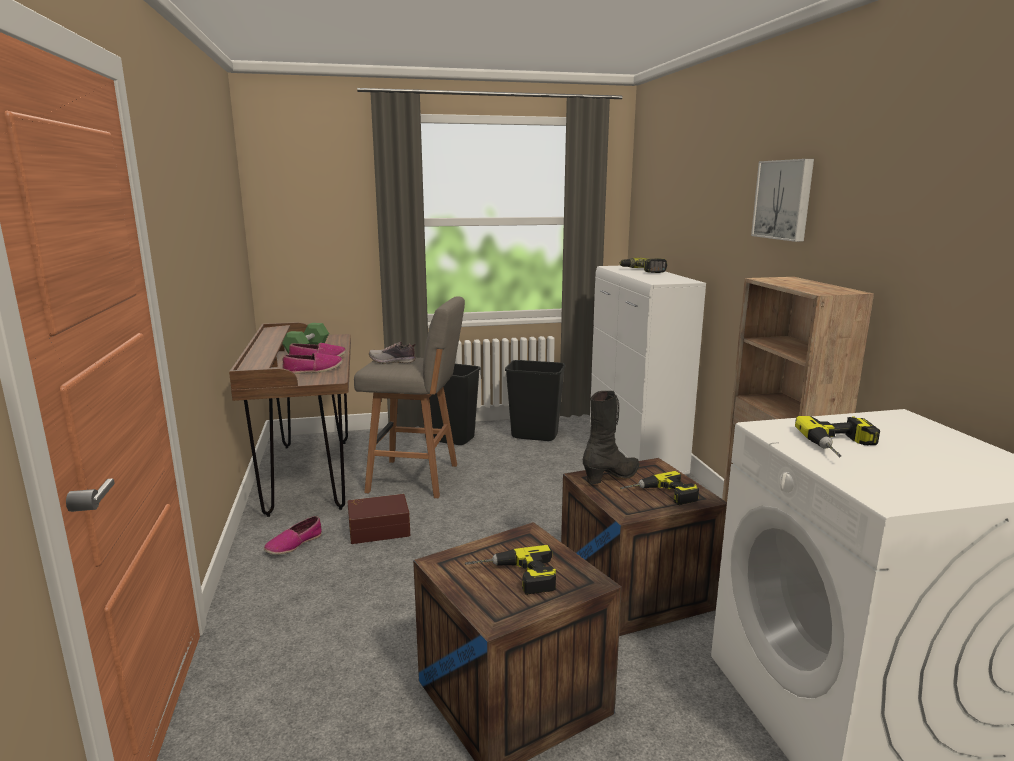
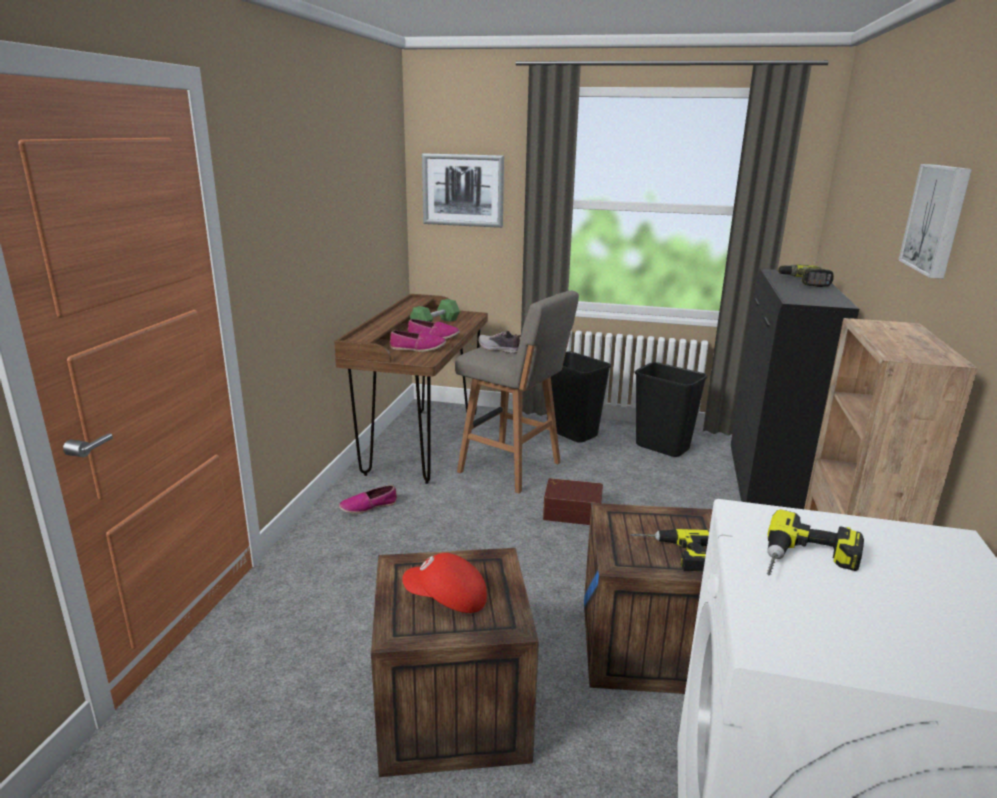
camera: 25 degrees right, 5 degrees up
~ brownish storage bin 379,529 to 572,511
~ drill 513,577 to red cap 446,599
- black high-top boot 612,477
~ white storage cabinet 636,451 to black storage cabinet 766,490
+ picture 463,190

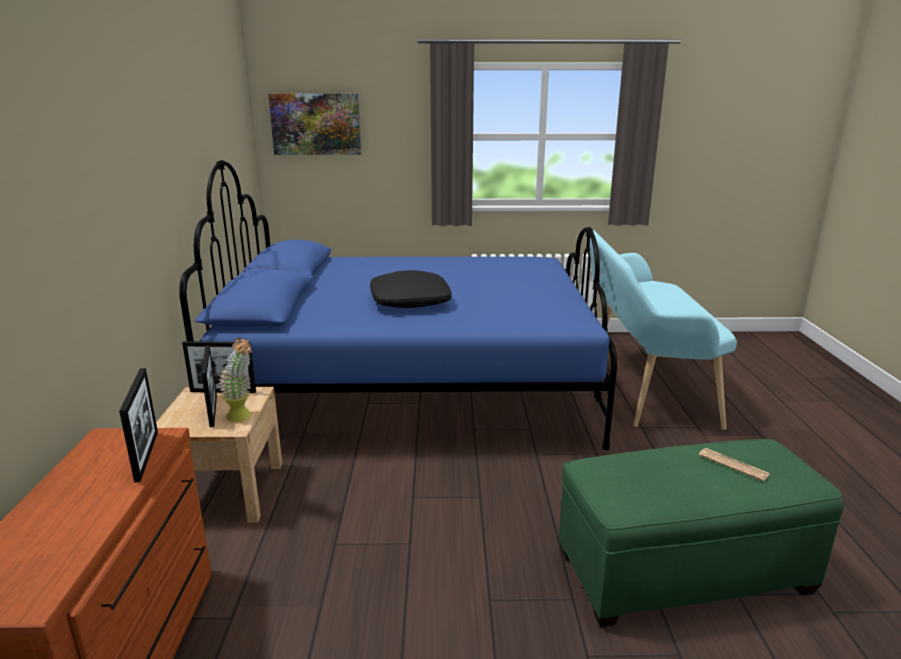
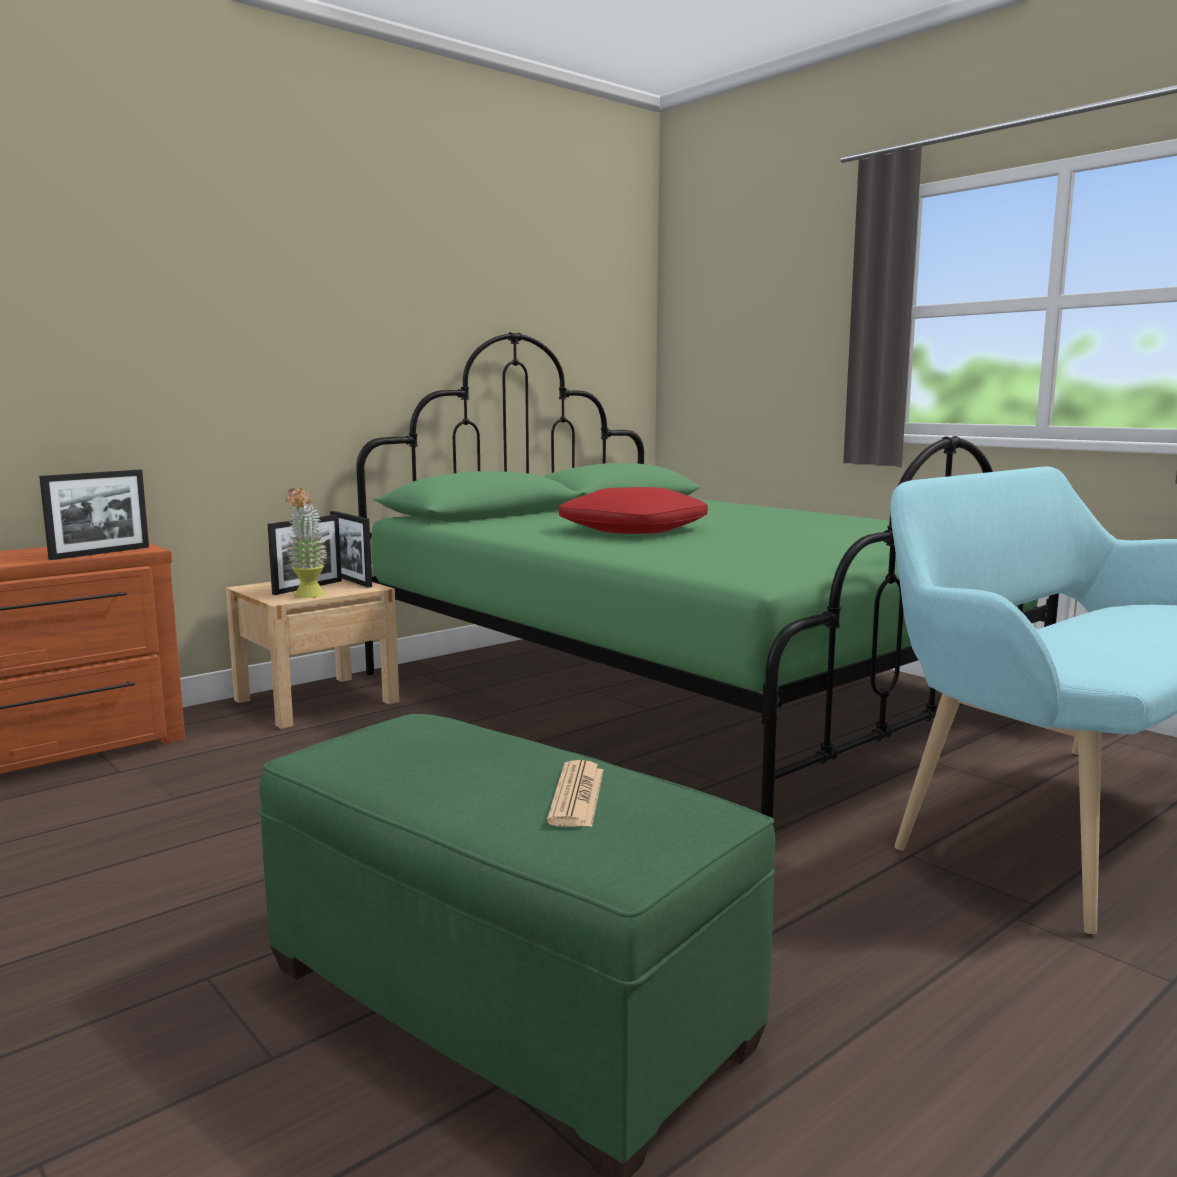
camera: 50 degrees right, 10 degrees down
~ blue-coloured sleeping bed 413,386 to greenish sleeping bed 682,694
- picture 316,124
~ black pillow 409,301 to red pillow 633,529

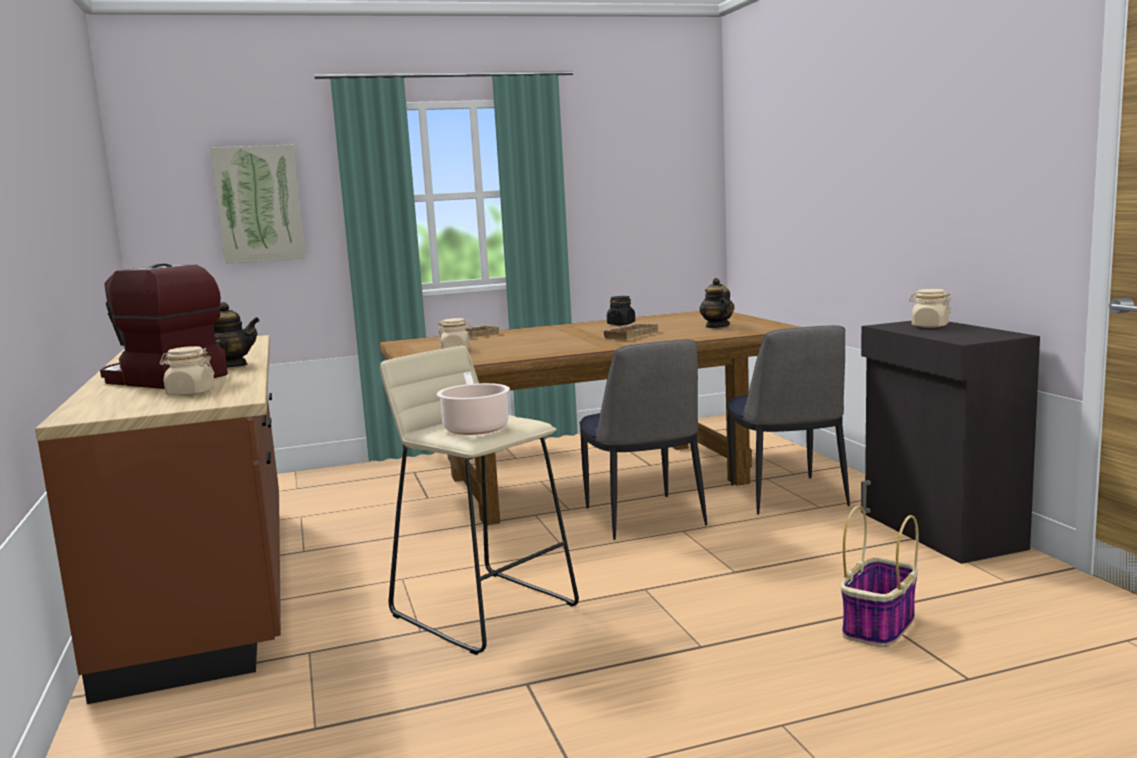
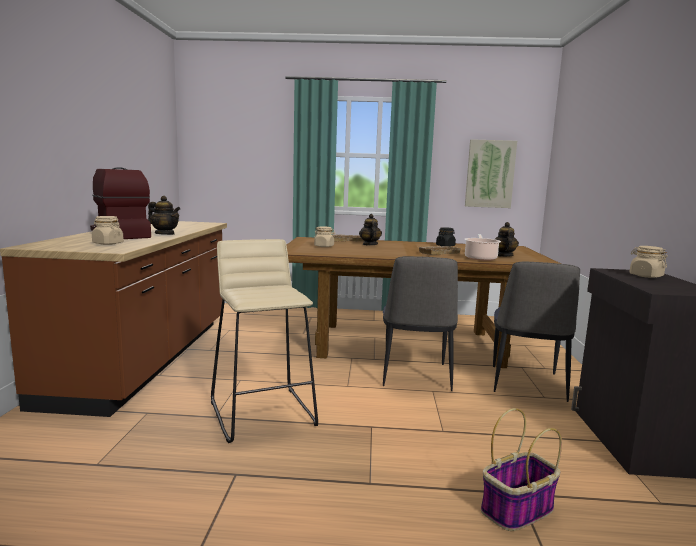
camera: 20 degrees right, 0 degrees up
~ picture 259,204 to 490,174
~ stockpot 475,427 to 480,258
+ teapot 369,244

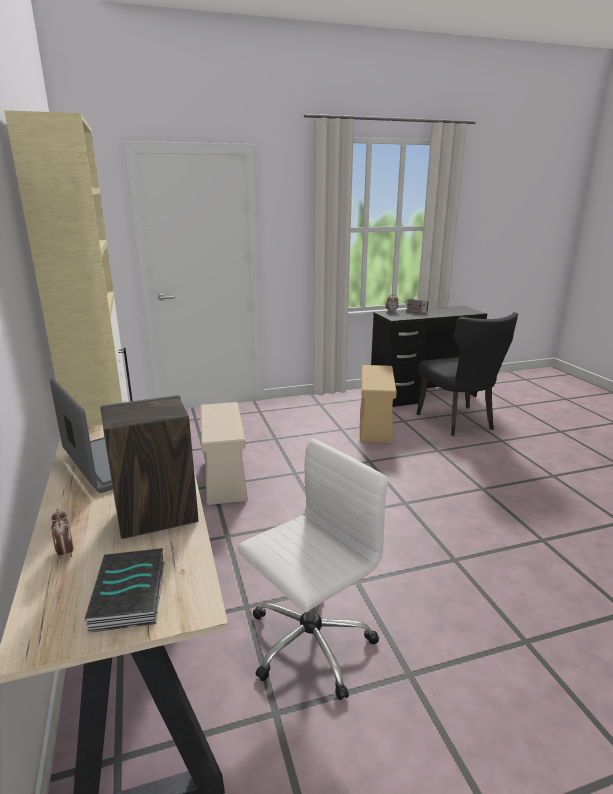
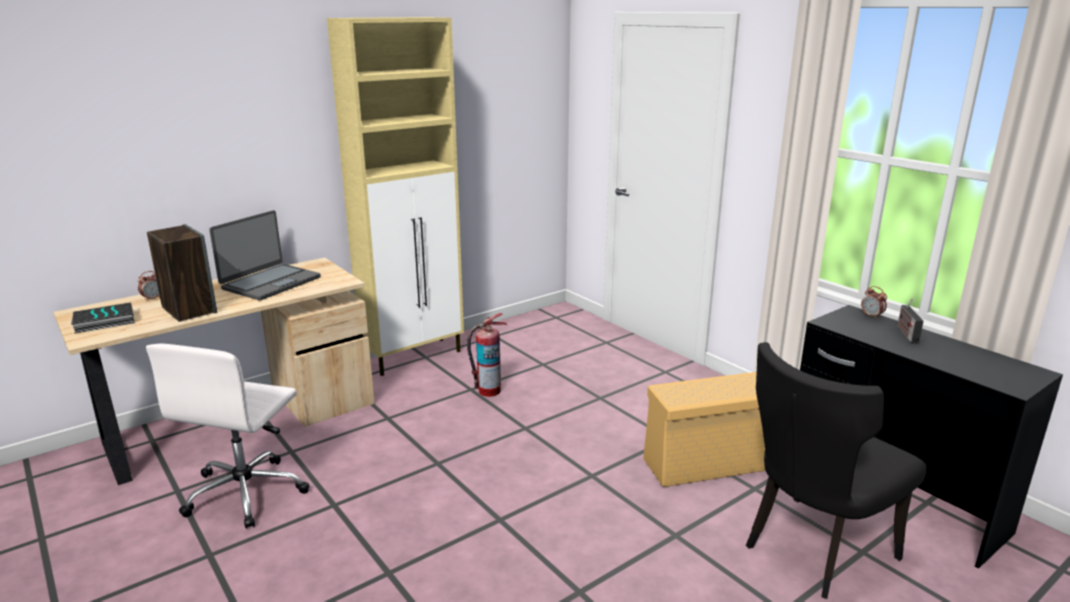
camera: 70 degrees right, 0 degrees up
~ beige-coloured storage bin 224,478 to extinguisher 488,391
~ white computer chair 308,644 = 247,492 75 degrees clockwise

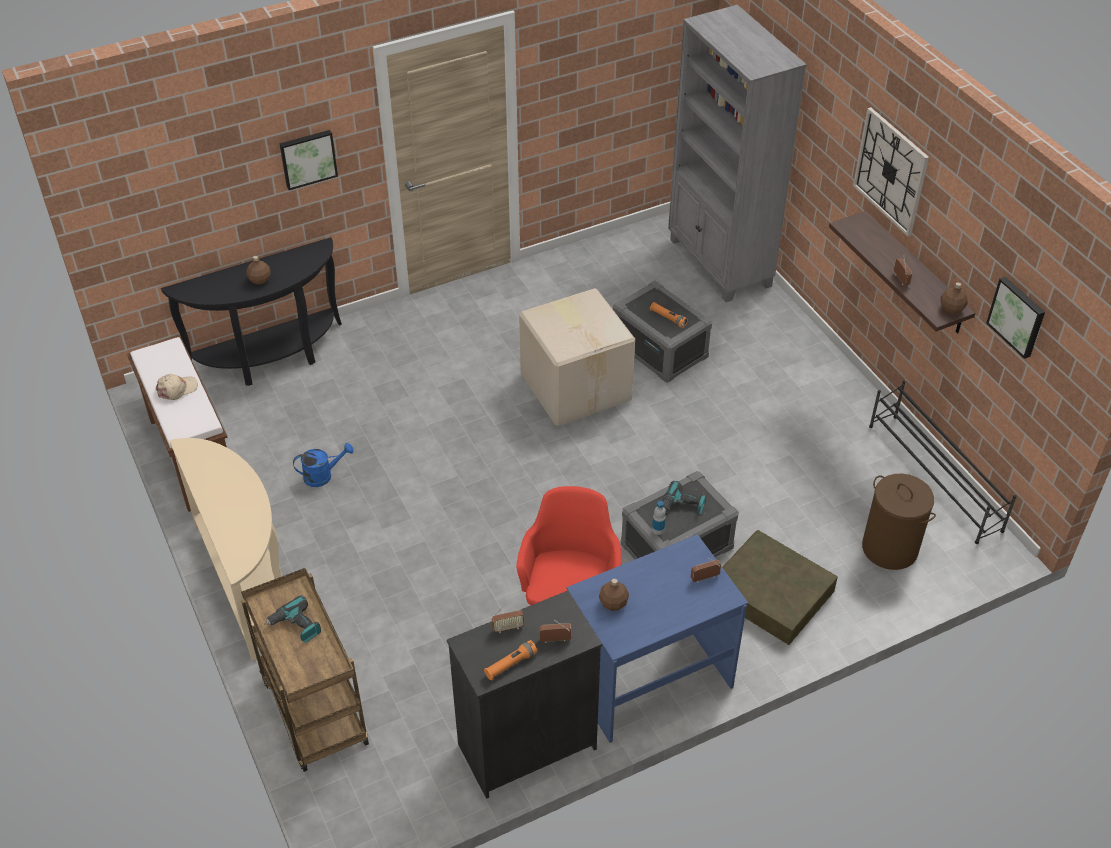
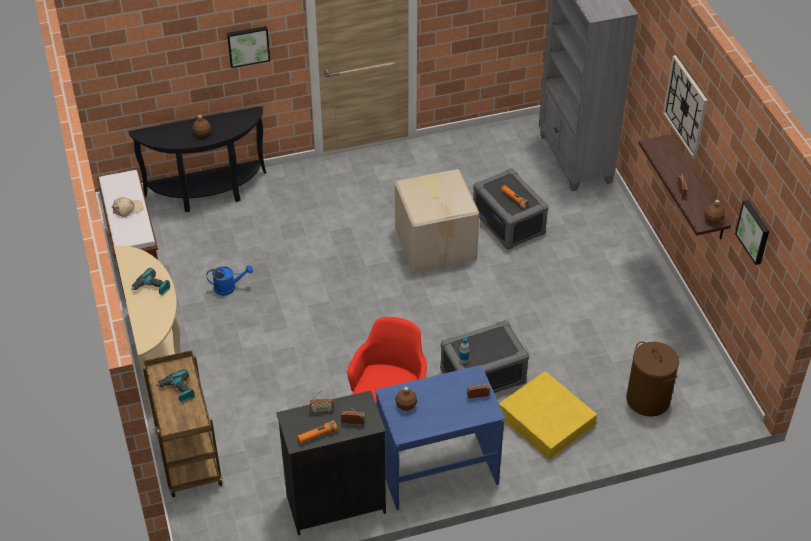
camera: 10 degrees right, 0 degrees up
~ drill 682,506 to 152,287
~ brownish storage bin 771,593 to yellow storage bin 546,420
- black shoe shelf 934,478

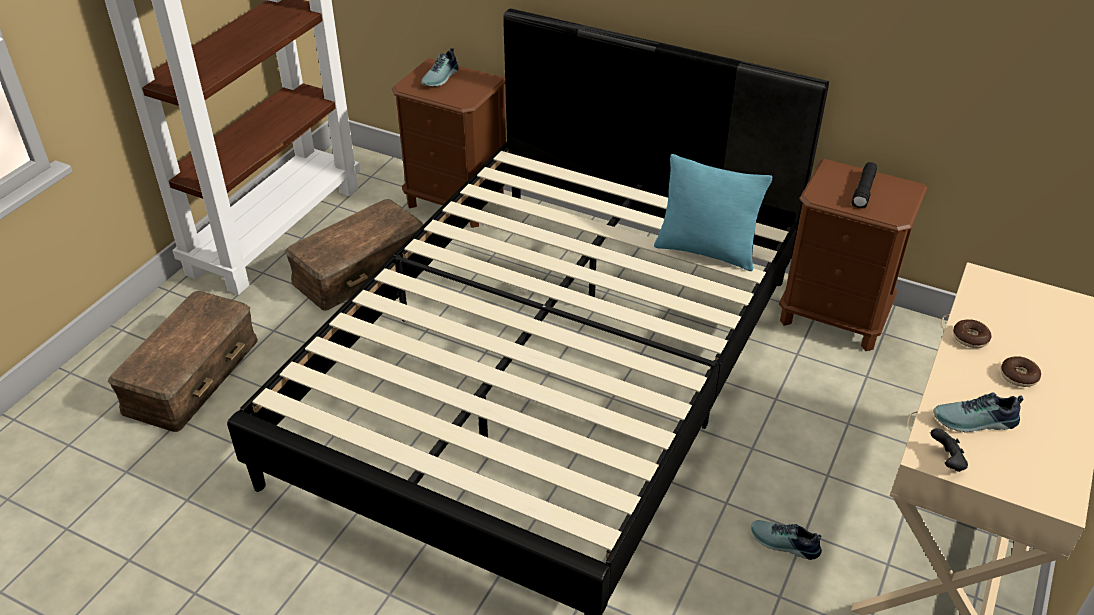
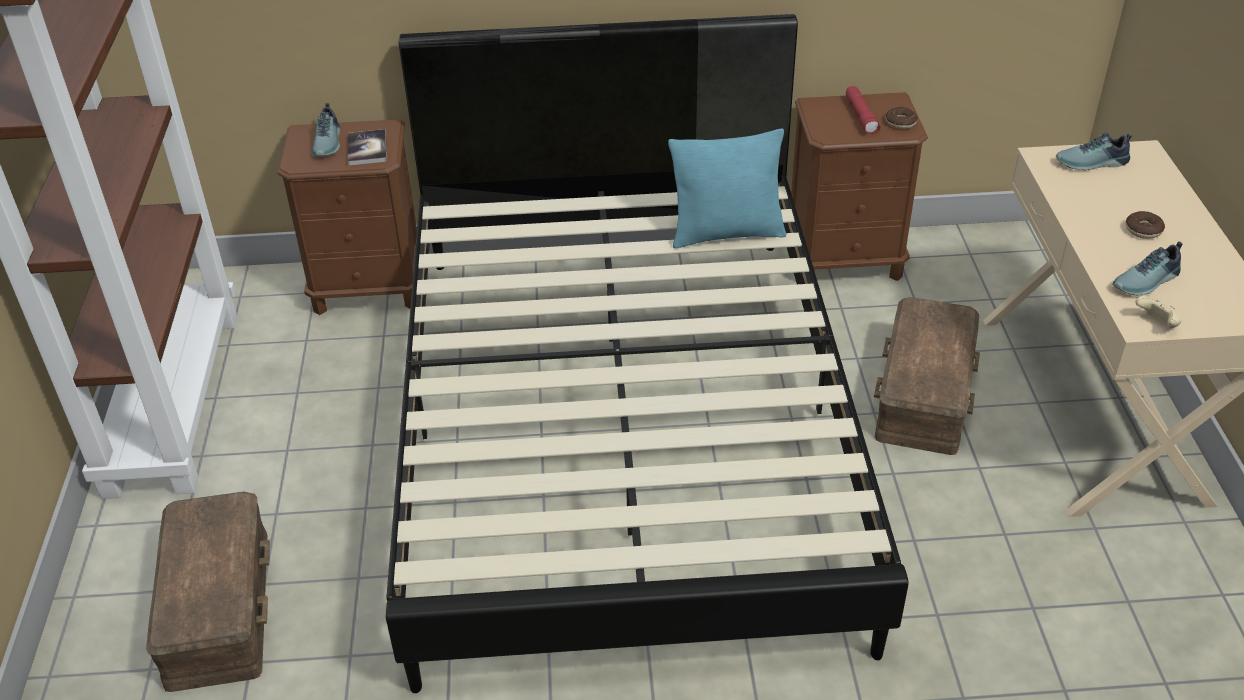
camera: 30 degrees left, 0 degrees up
~ brownish storage bin 359,268 to 922,392
~ low shoe 784,544 to 1092,163
~ black hand torch 864,191 to red hand torch 861,117
~ black game controller 946,461 to beige-coloured game controller 1157,324
~ doughnut 970,338 to 900,122
+ book 367,149

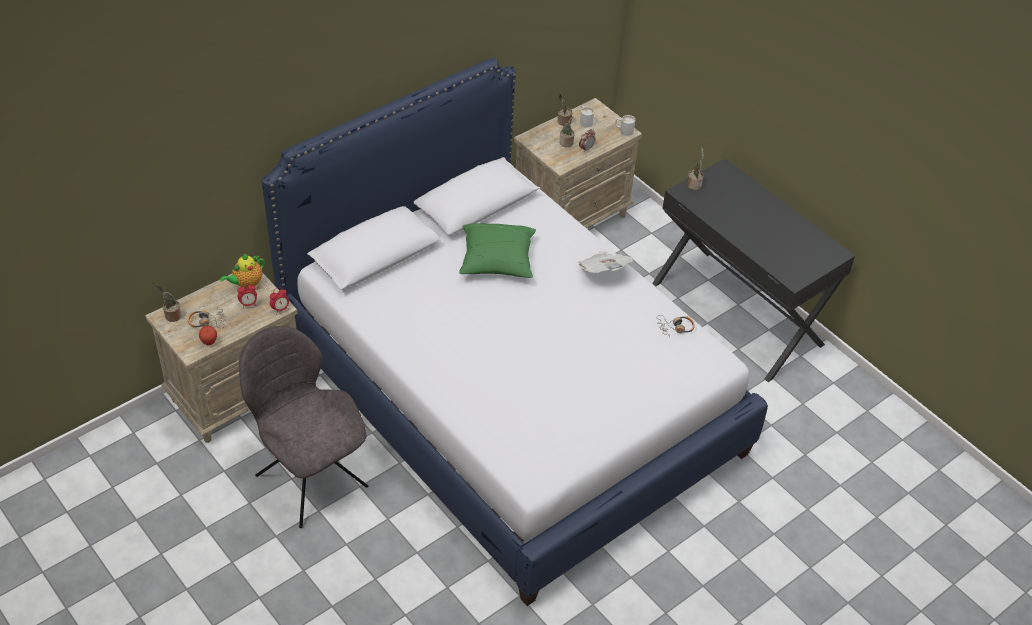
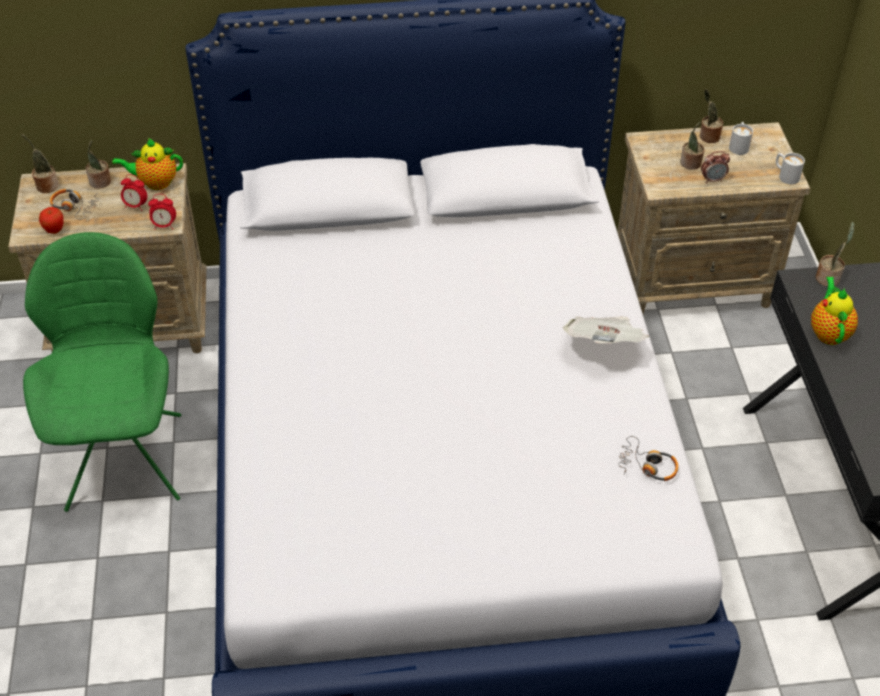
camera: 35 degrees right, 0 degrees up
~ gray upright chair 309,478 to greenish upright chair 125,457
- greenish pillow 497,260
+ houseplant 100,182
+ teapot 828,332

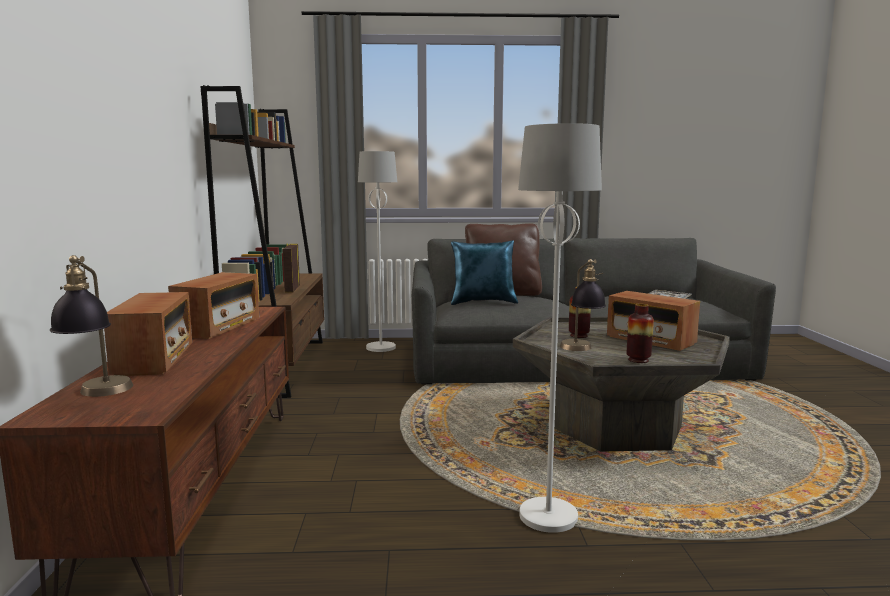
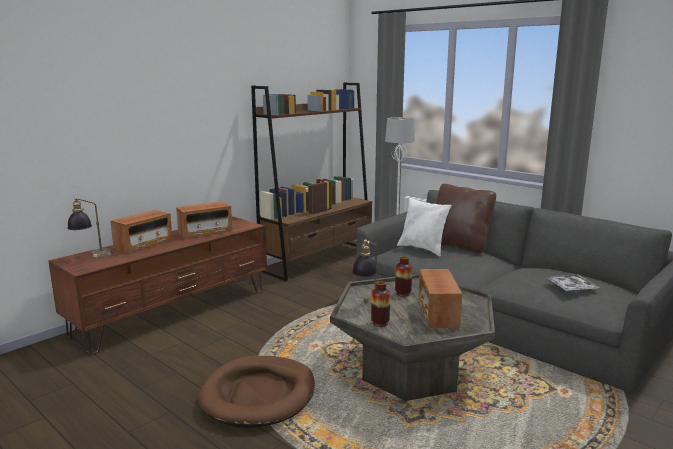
camera: 45 degrees right, 5 degrees up
~ blue-coloured pillow 483,302 to white pillow 423,249
~ white floor lamp 547,516 to brownish dog bed 259,395

